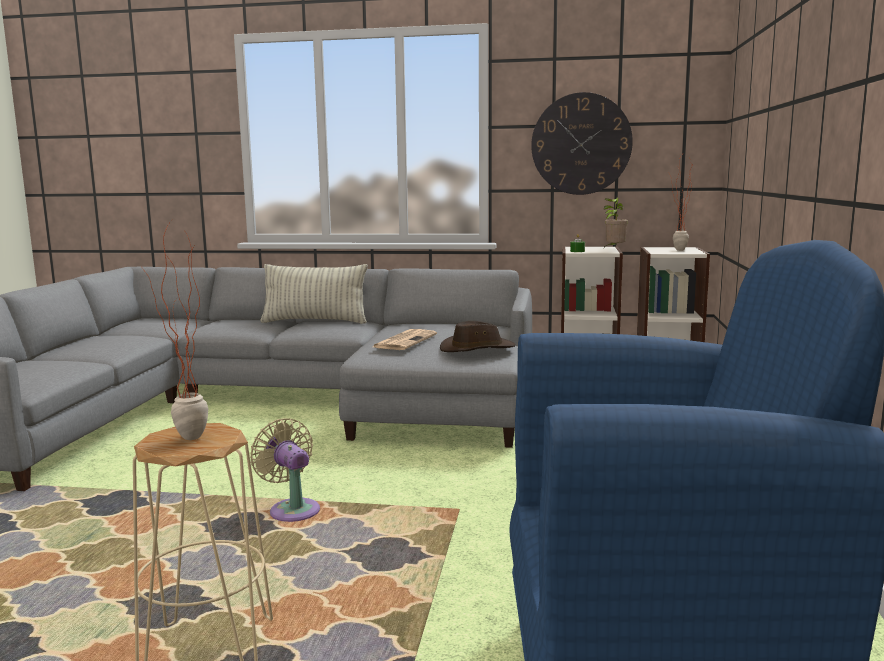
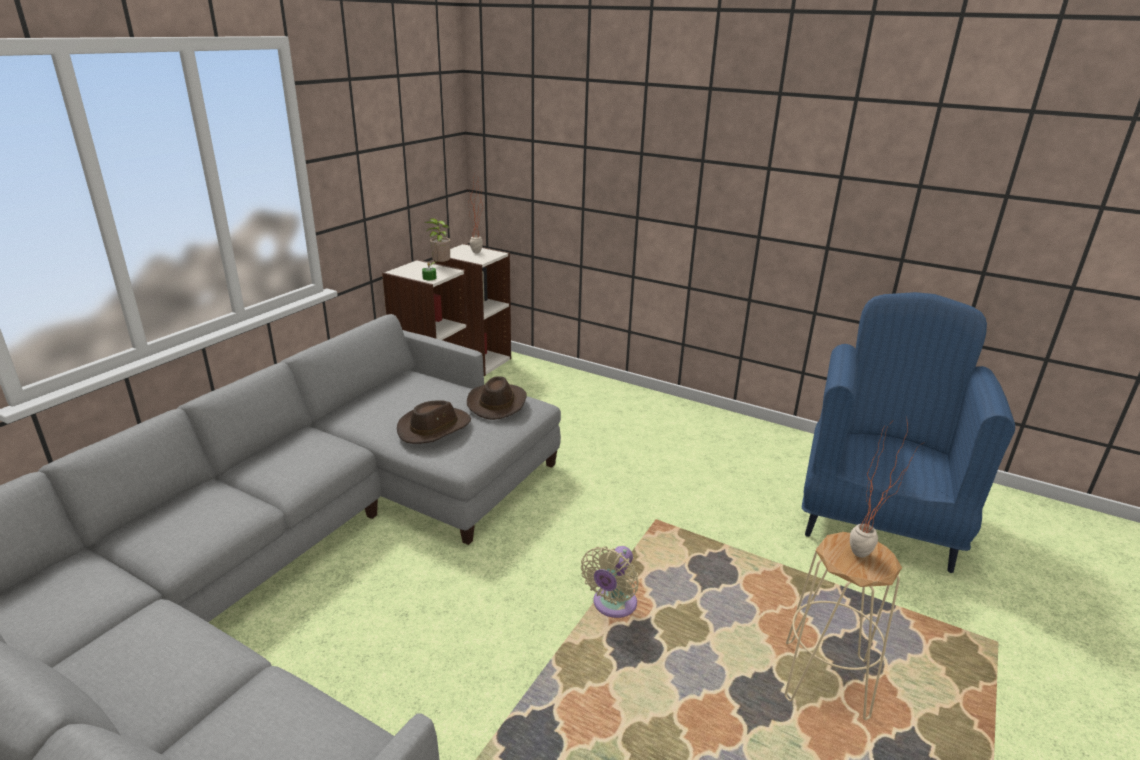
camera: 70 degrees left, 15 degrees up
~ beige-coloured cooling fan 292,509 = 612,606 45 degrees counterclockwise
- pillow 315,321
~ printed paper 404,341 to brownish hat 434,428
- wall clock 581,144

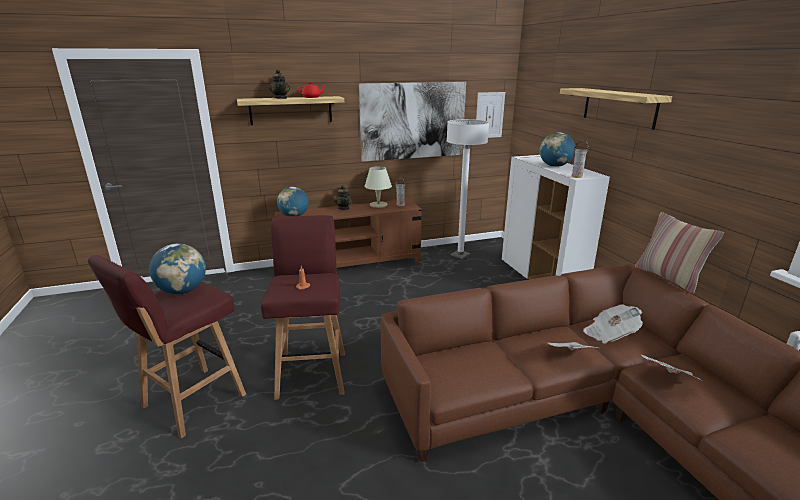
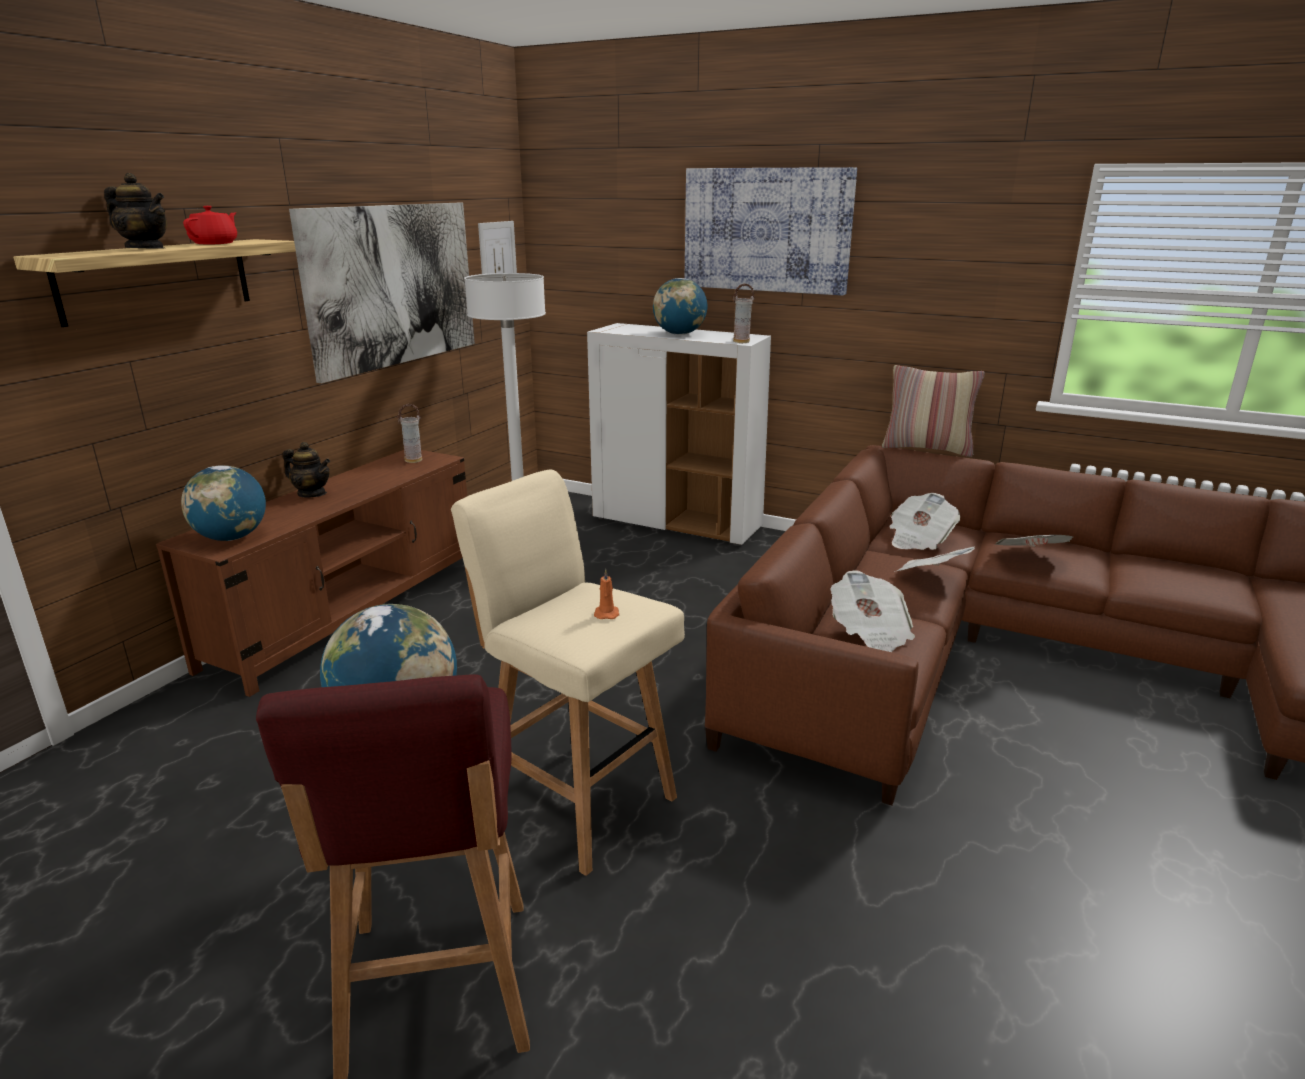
camera: 45 degrees left, 0 degrees up
~ red sitting stool 312,373 to beige-coloured sitting stool 578,801
- beige-coloured table lamp 378,205
~ shelf 619,107 to picture 767,230
+ printed paper 870,633

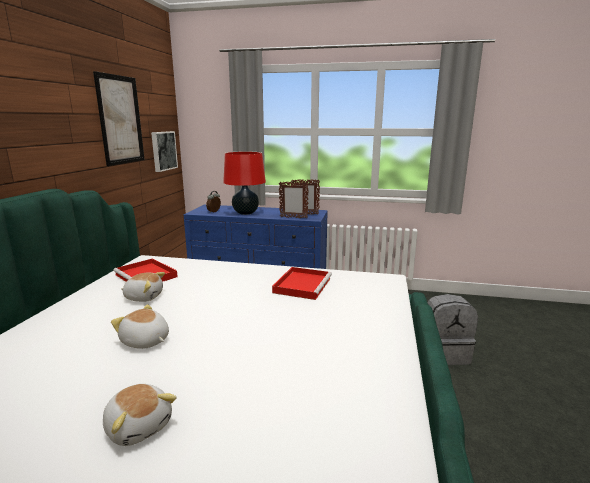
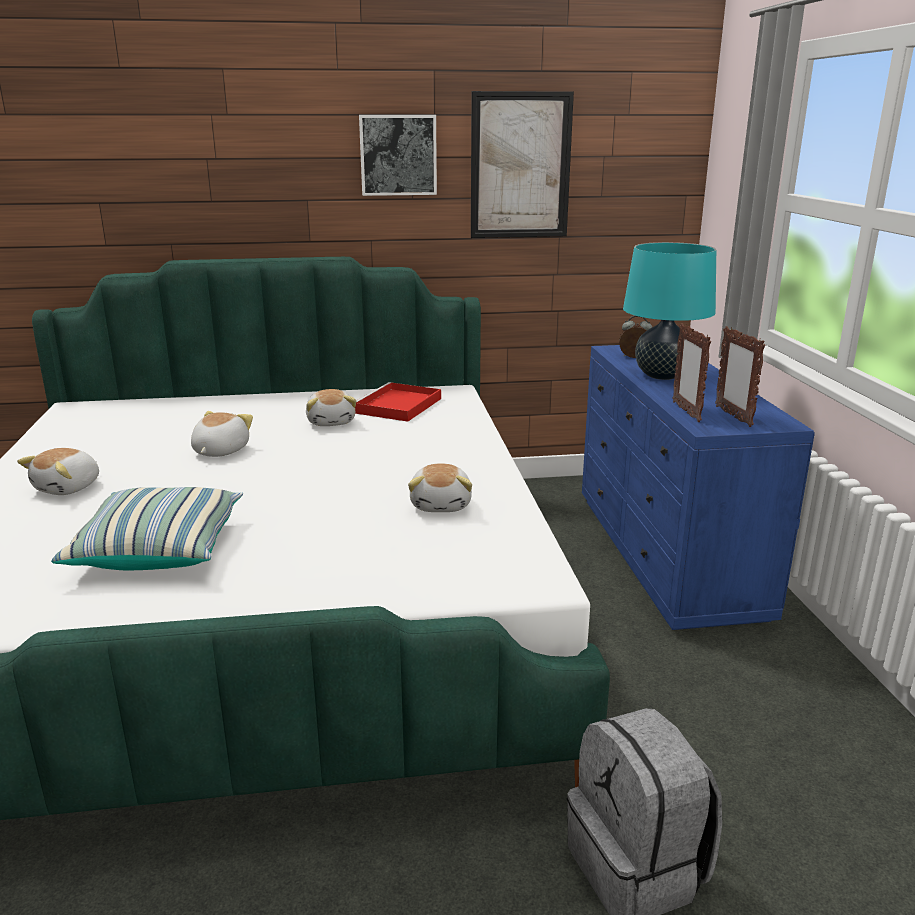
camera: 70 degrees right, 5 degrees up
~ picture 163,151 to 398,155
~ red table lamp 245,213 to blue-green table lamp 662,375
~ red tray 302,285 to cuddly toy 442,504
+ pillow 159,549

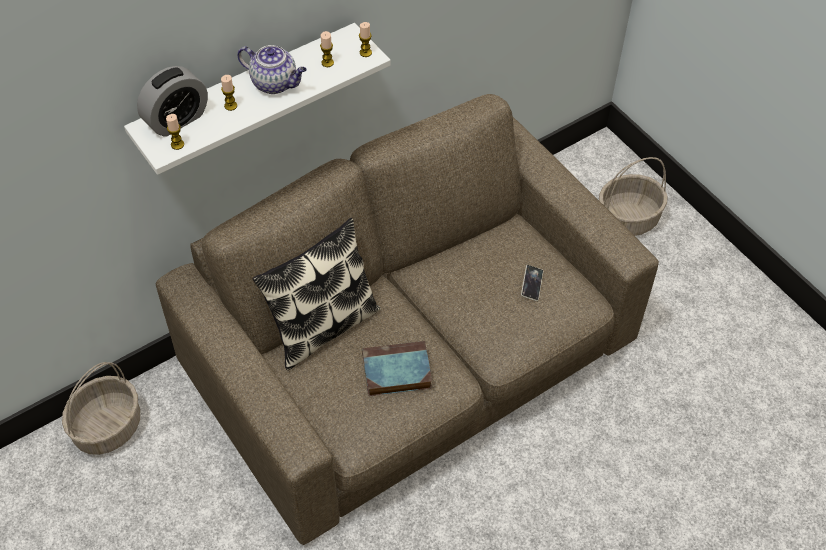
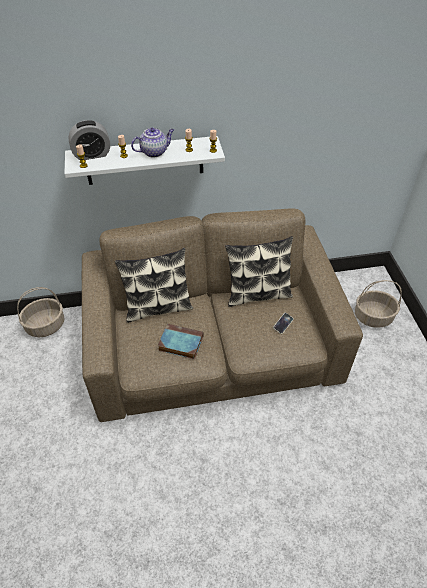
camera: 25 degrees right, 5 degrees down
~ teapot 275,83 = 154,152 75 degrees counterclockwise
+ pillow 257,294

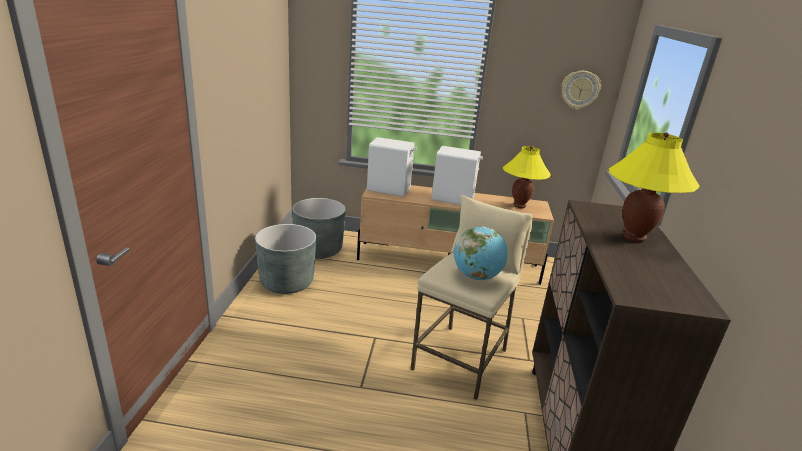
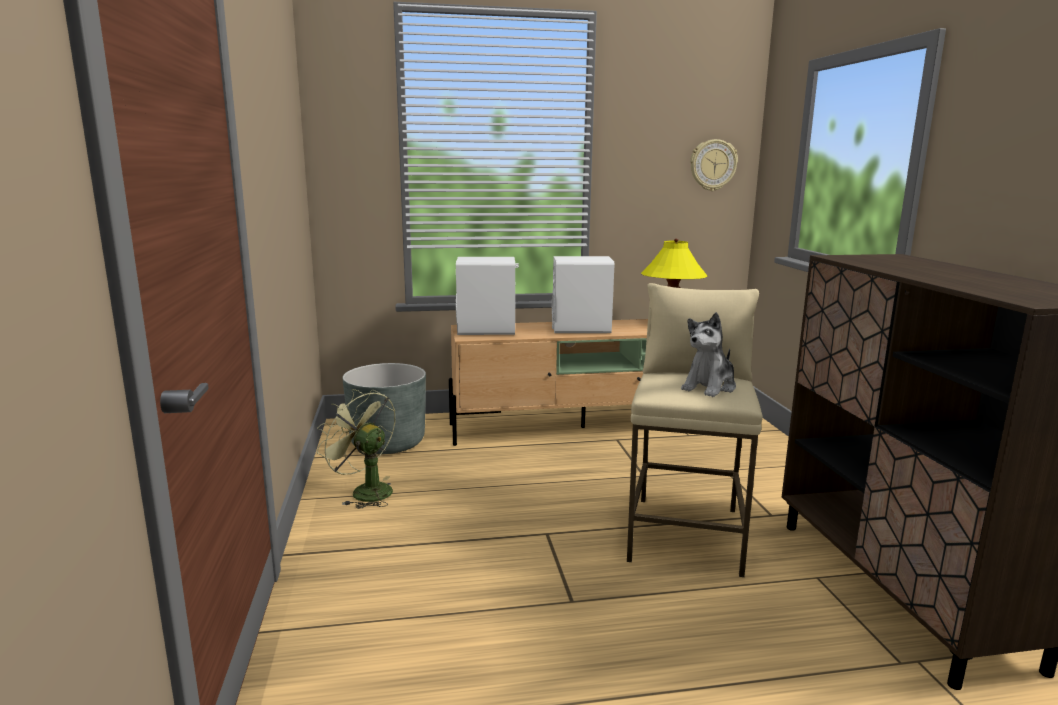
camera: 15 degrees left, 10 degrees down
~ gray planter 287,282 to greenish cooling fan 364,491
~ world globe 477,276 to cuddly toy 709,387
- yellow table lamp 633,237

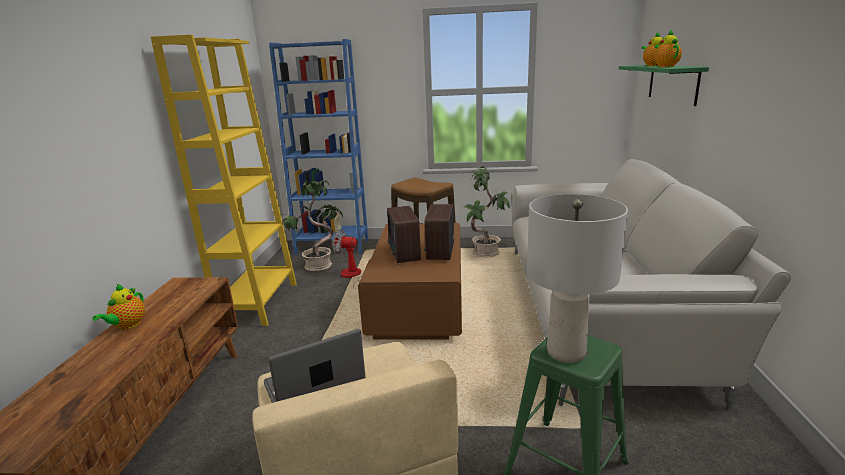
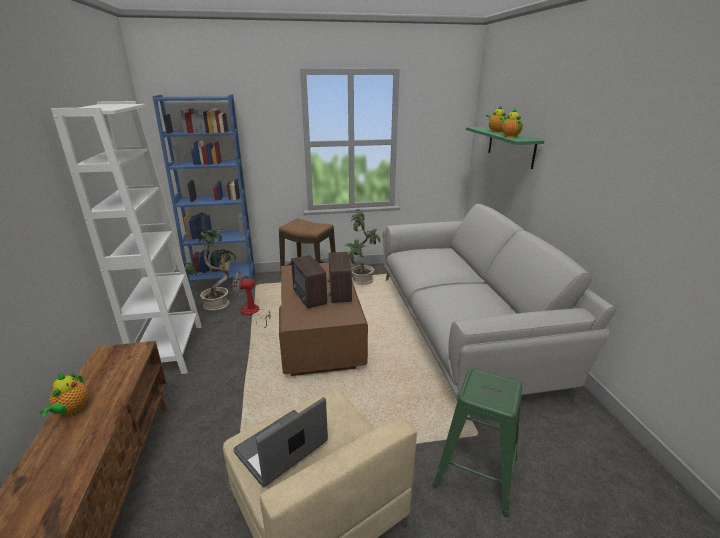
camera: 15 degrees left, 5 degrees up
~ yellow shelving unit 259,303 to white shelving unit 170,350
- gray table lamp 566,353

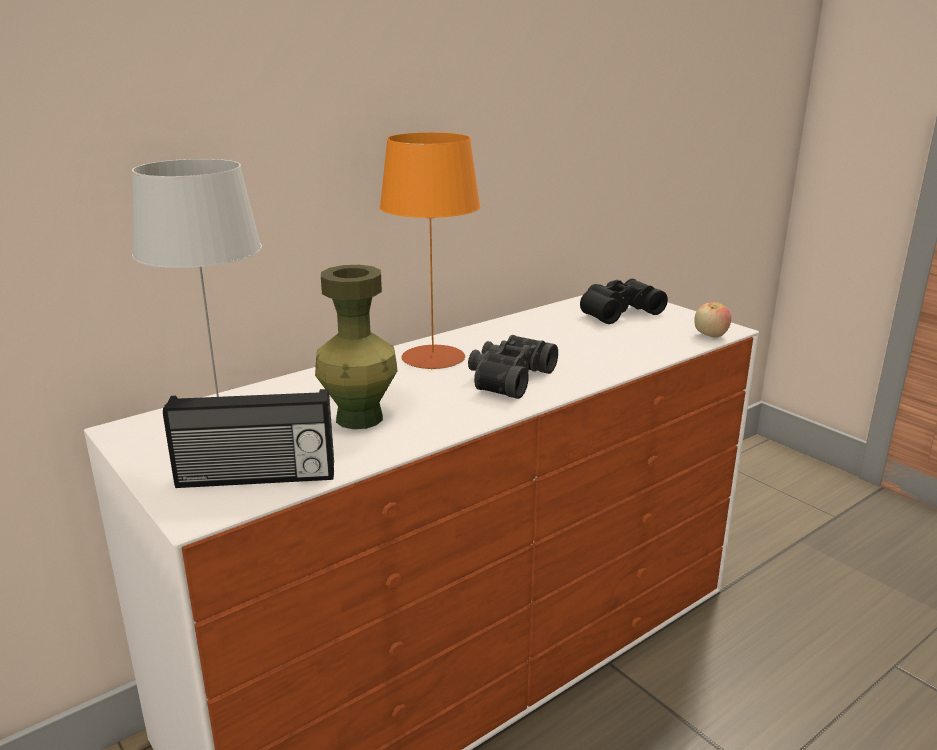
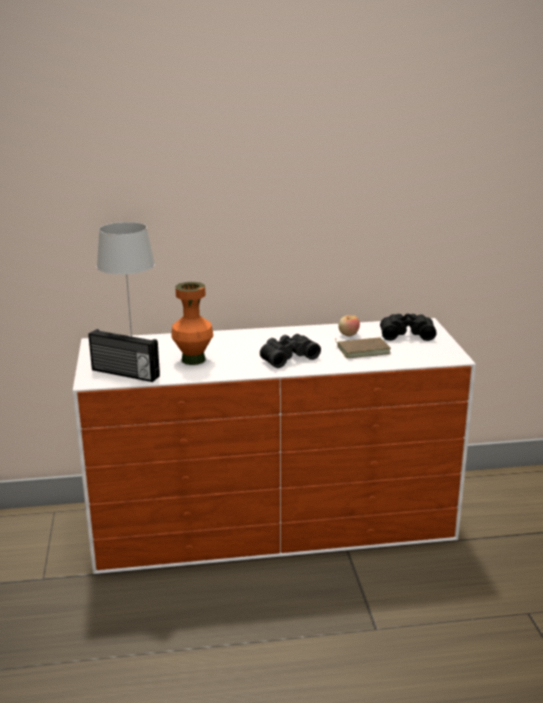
camera: 30 degrees right, 0 degrees up
~ greenish decorative vase 359,418 to orange decorative vase 193,359
- orange table lamp 433,357
~ apple fruit 710,335 to 348,334
+ brownish book 363,350

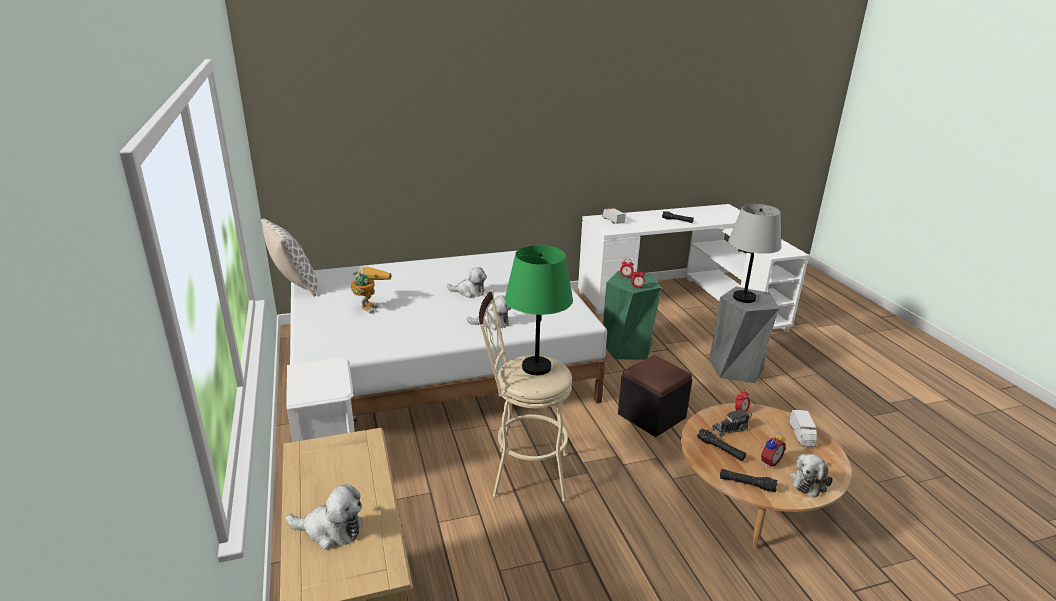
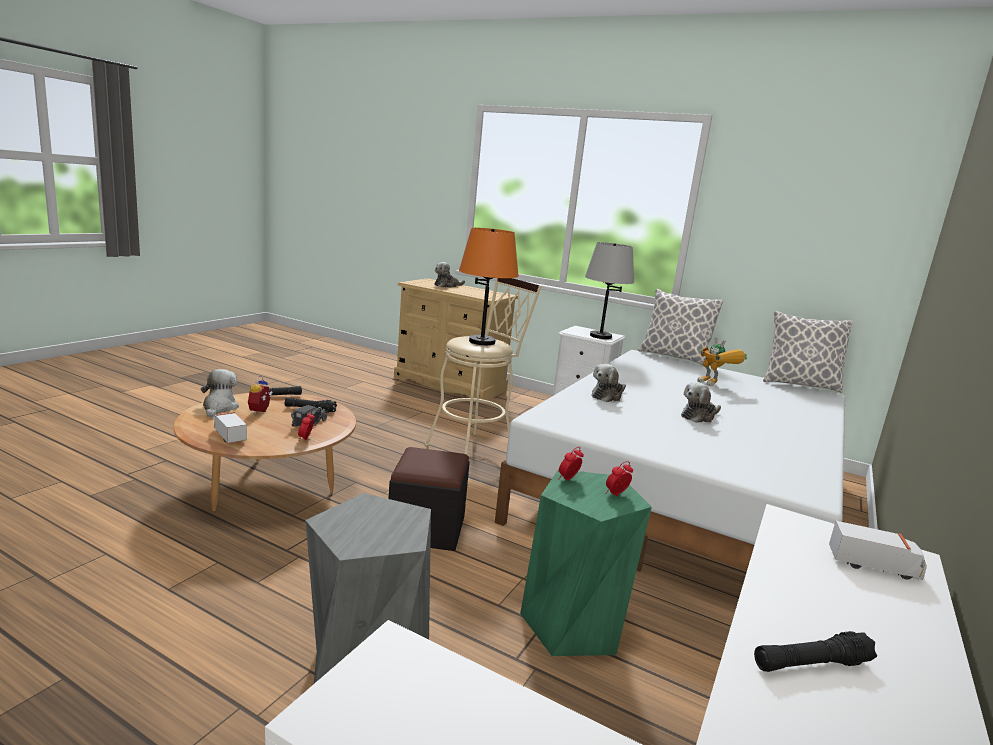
camera: 135 degrees right, 10 degrees down
~ greenish table lamp 536,367 to orange table lamp 482,342
~ gray table lamp 744,298 to 600,336
+ pillow 673,357

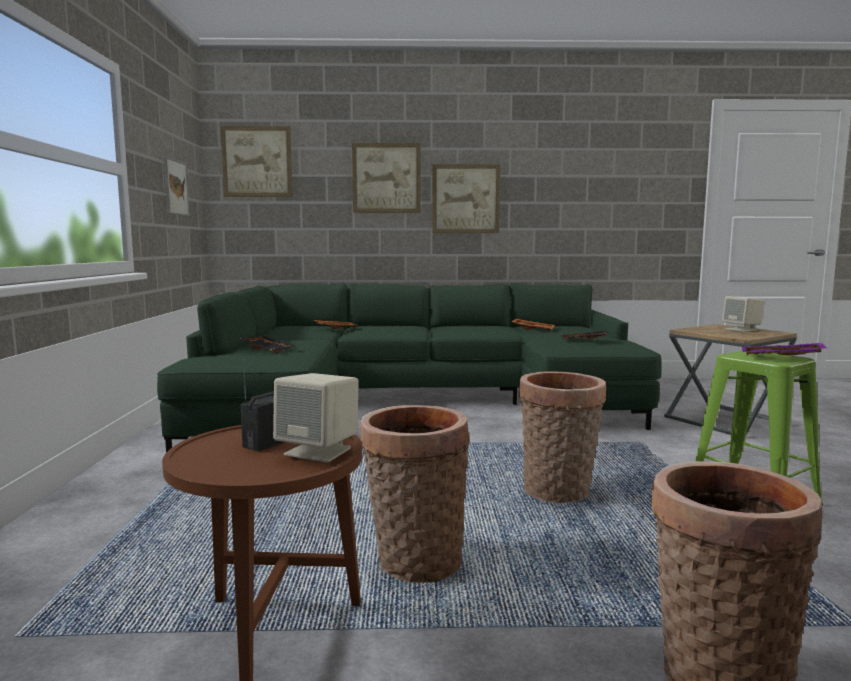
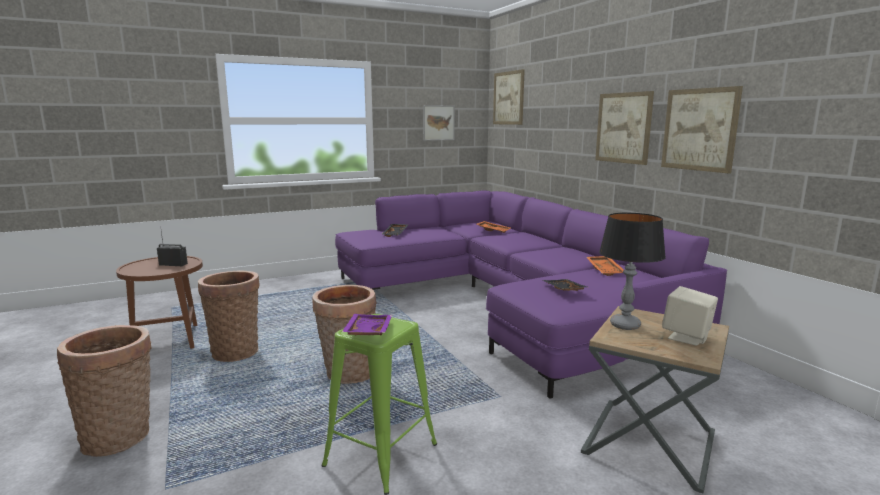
camera: 65 degrees right, 5 degrees up
~ greenish couch 411,403 to purple couch 506,302
- beige-coloured audio speaker 319,451
~ picture 386,178 to 699,129
+ table lamp 624,325

